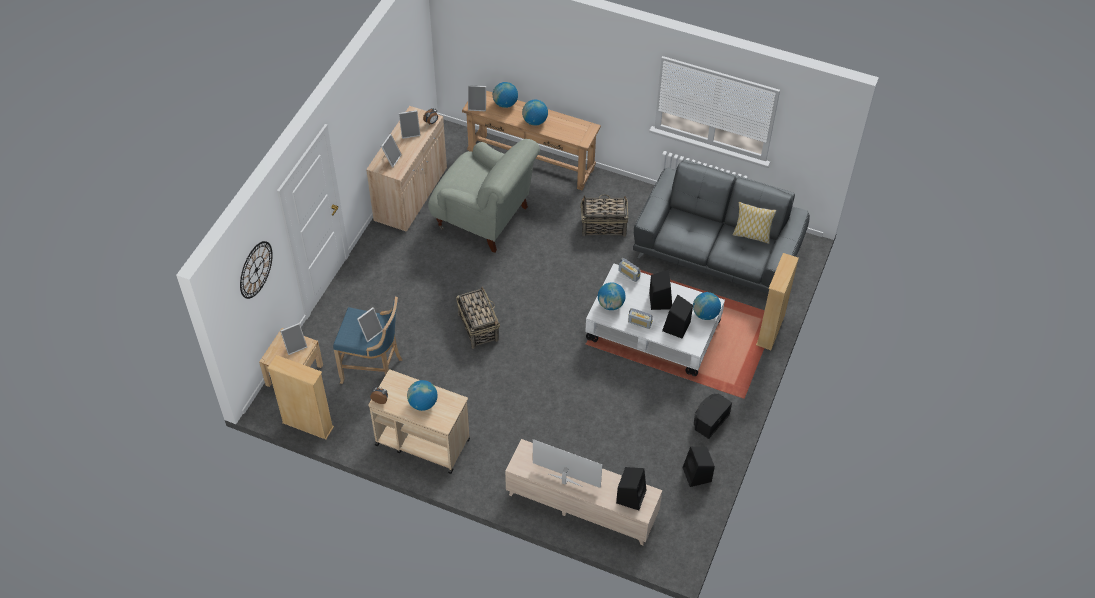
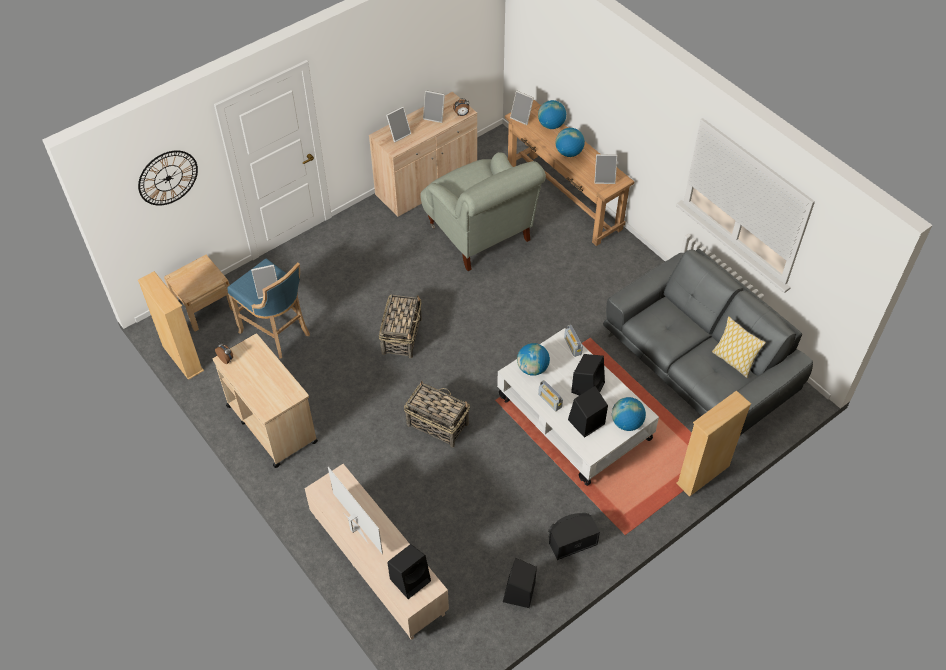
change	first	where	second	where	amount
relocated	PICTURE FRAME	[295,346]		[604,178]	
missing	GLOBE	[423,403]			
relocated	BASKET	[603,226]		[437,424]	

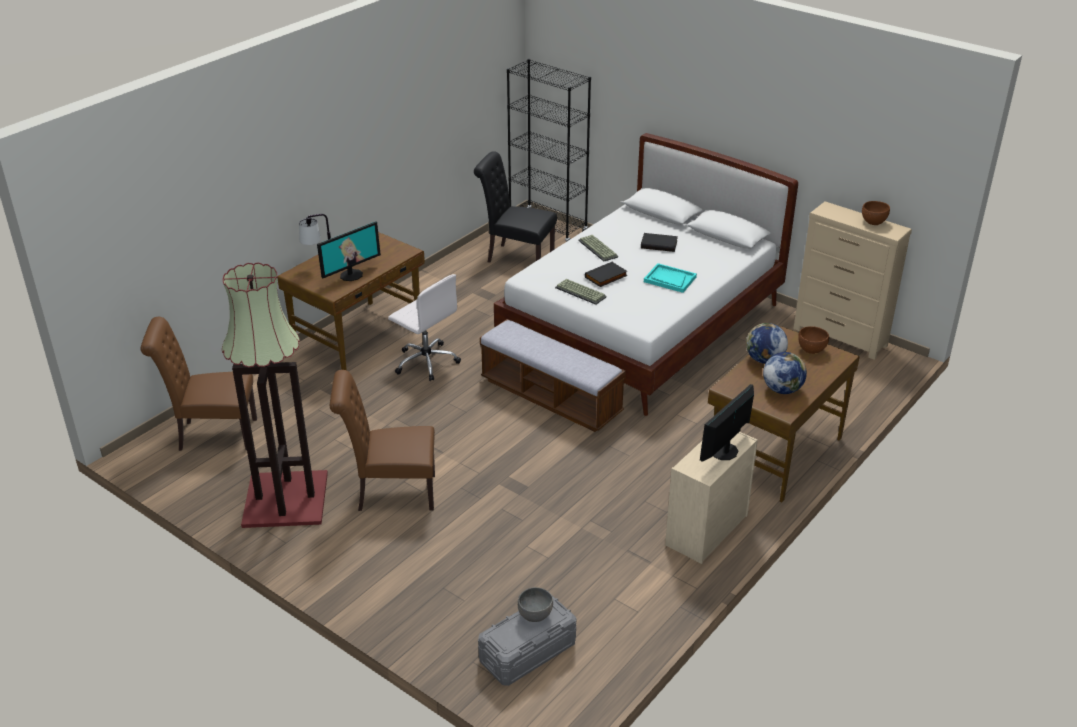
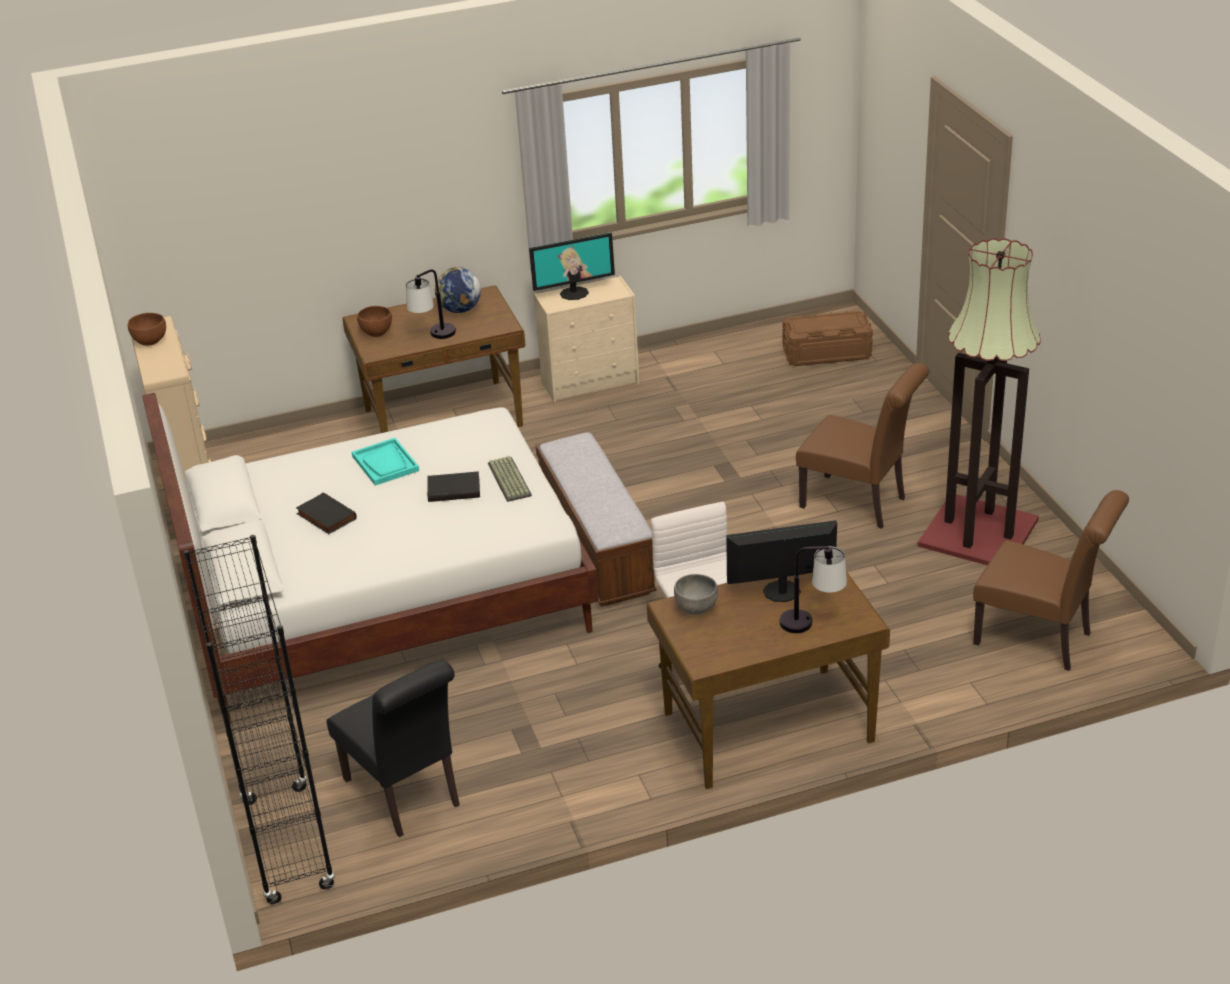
change	first	where	second	where	amount
colour	GREY STORAGE BOX	[528,652]	BROWN STORAGE BOX	[826,353]	
relocated	GREY BOWL	[535,615]		[696,609]	
missing	KEYBOARD	[599,249]			
exchanged	GLOBE	[764,360]	TABLE LAMP	[434,338]	

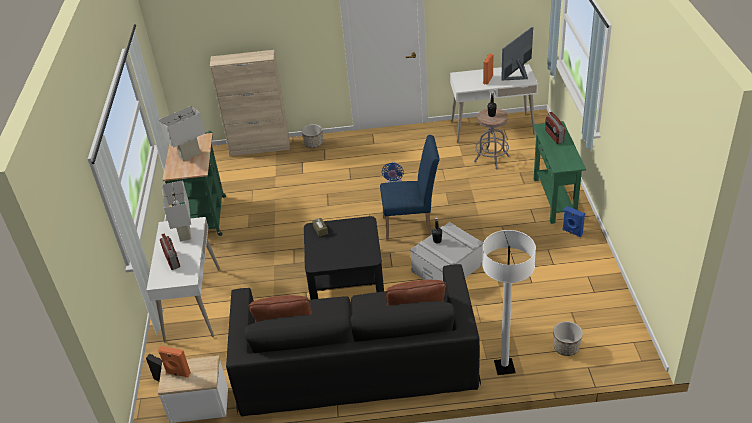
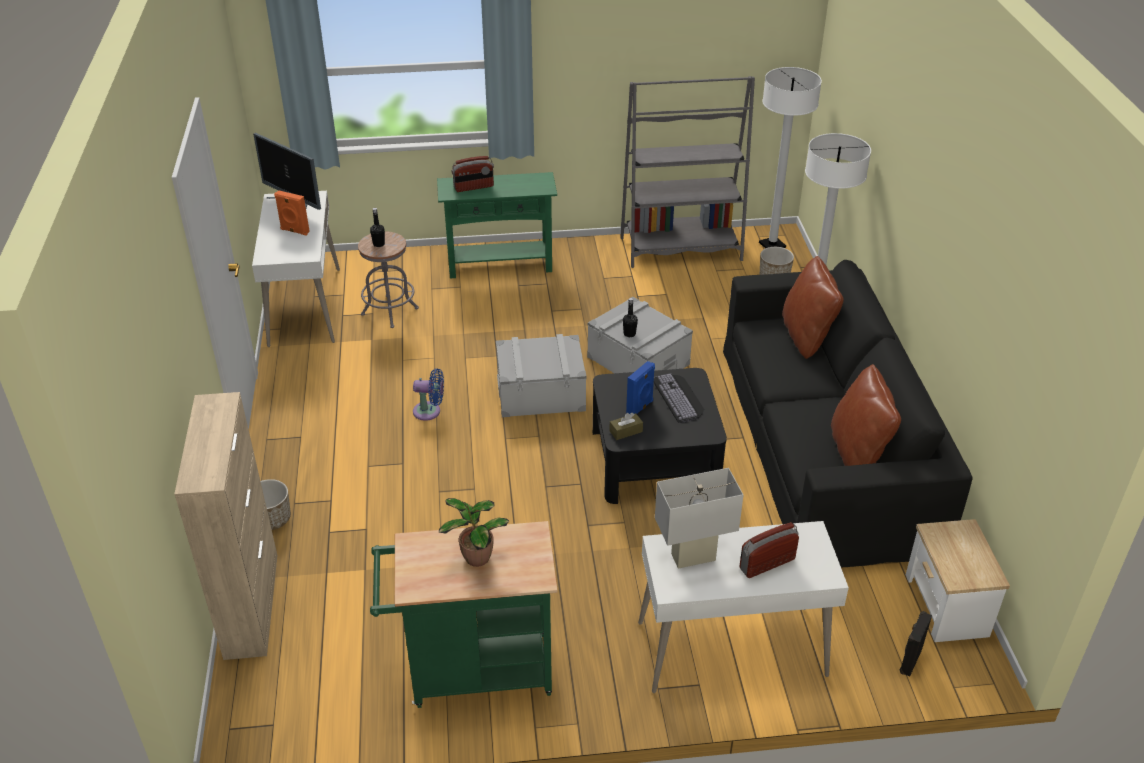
change	first	where	second	where	amount
missing	ORANGE SPEAKER	[178,373]			
exchanged	WHITE TABLE LAMP	[190,155]	POTTED PLANT	[475,557]	
exchanged	BLUE CHAIR	[412,225]	GREY STORAGE BOX	[541,392]	
relocated	BLUE SPEAKER	[572,232]		[640,408]	
appeared			GREY BOOKCASE	[681,249]	
appeared			KEYBOARD	[680,397]	
appeared			WHITE FLOOR LAMP	[772,245]	

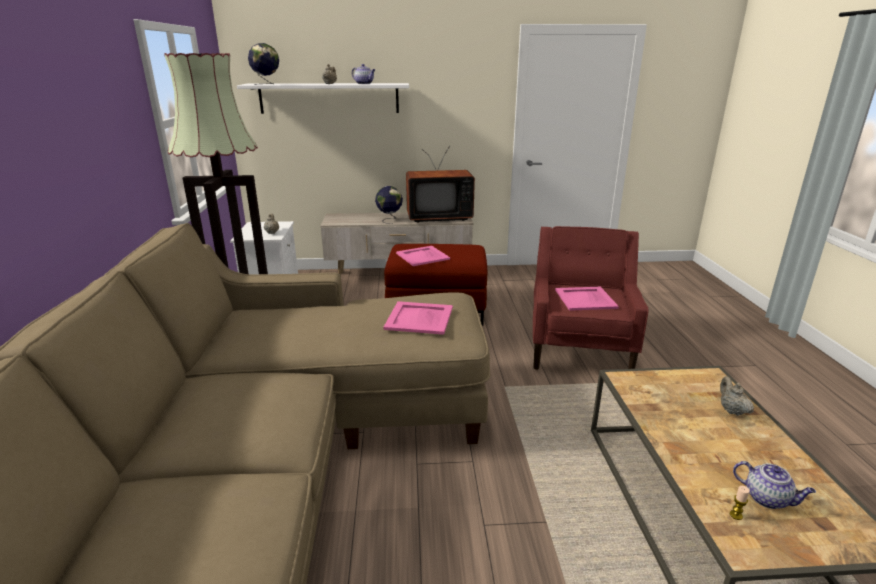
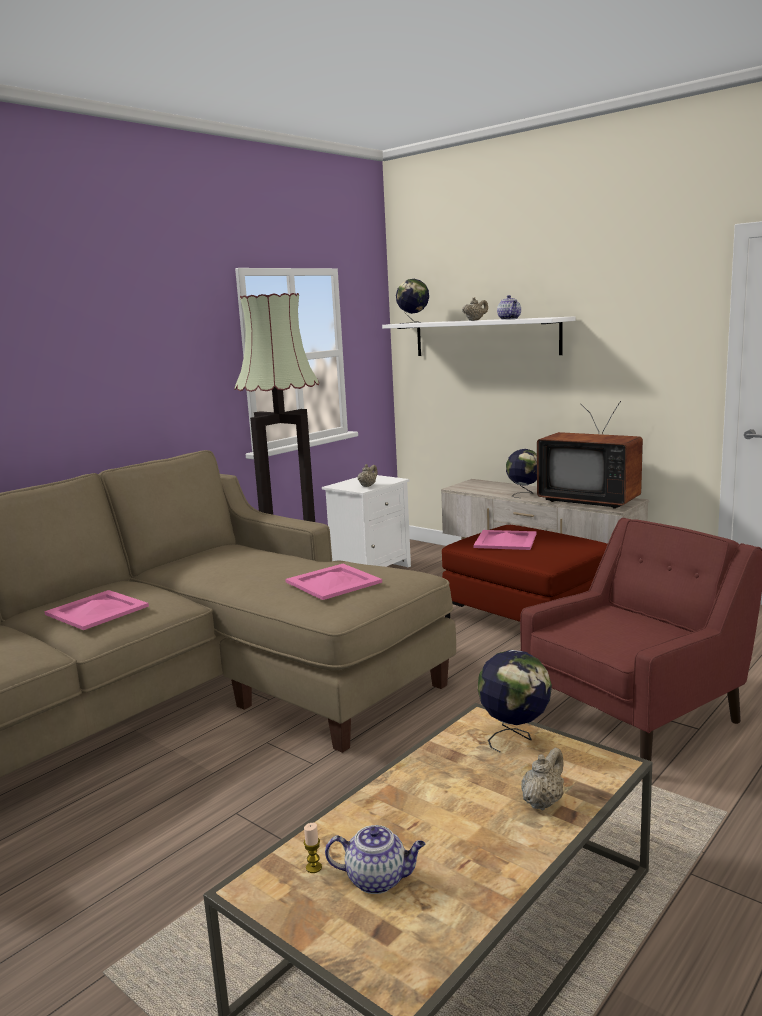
change	first	where	second	where	amount
relocated	PINK TRAY	[585,298]		[98,610]	
spun	TEAPOT	[767,498]		[378,879]	75 degrees counterclockwise
appeared			GLOBE	[515,738]	

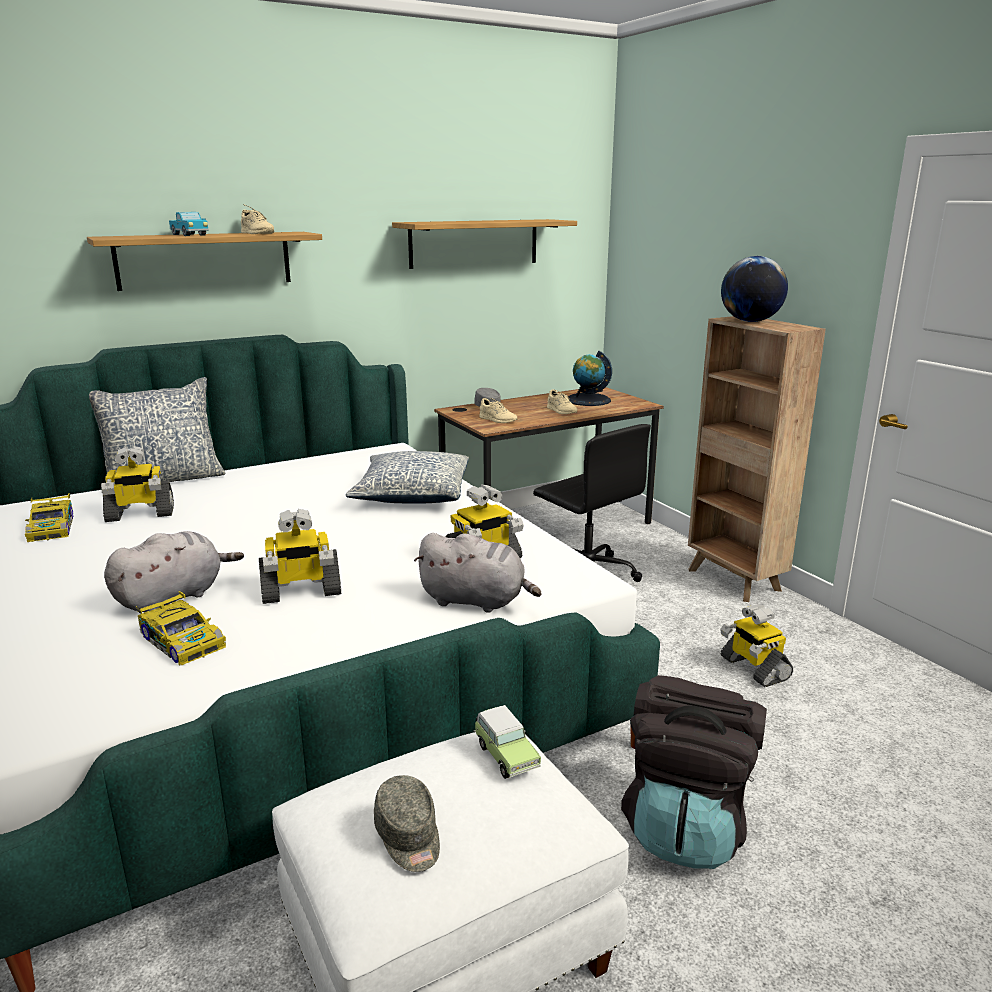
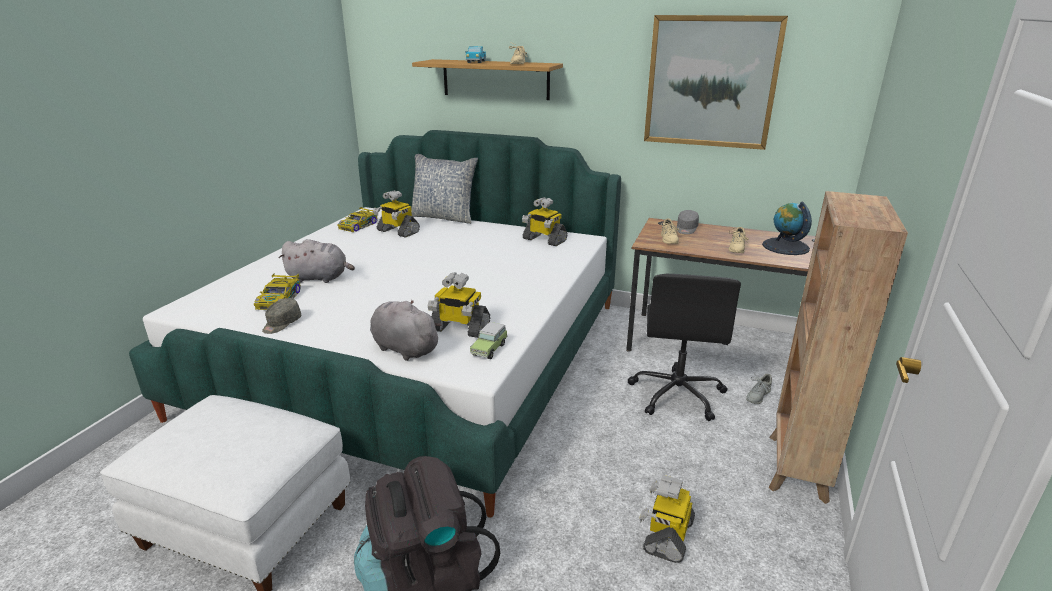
change	first	where	second	where	amount
relocated	TOY ROBOT	[301,591]		[544,240]	
missing	PILLOW	[412,494]			
relocated	GREY CAP	[409,837]		[281,324]	
exchanged	SHELF	[474,243]	PICTURE	[711,82]	
spun	GREY PLUSH TOY	[476,601]		[403,348]	150 degrees clockwise
relocated	TOY CAR	[505,755]		[490,349]	
missing	GLOBE	[750,321]			
appeared			GREY SHOE	[757,396]	

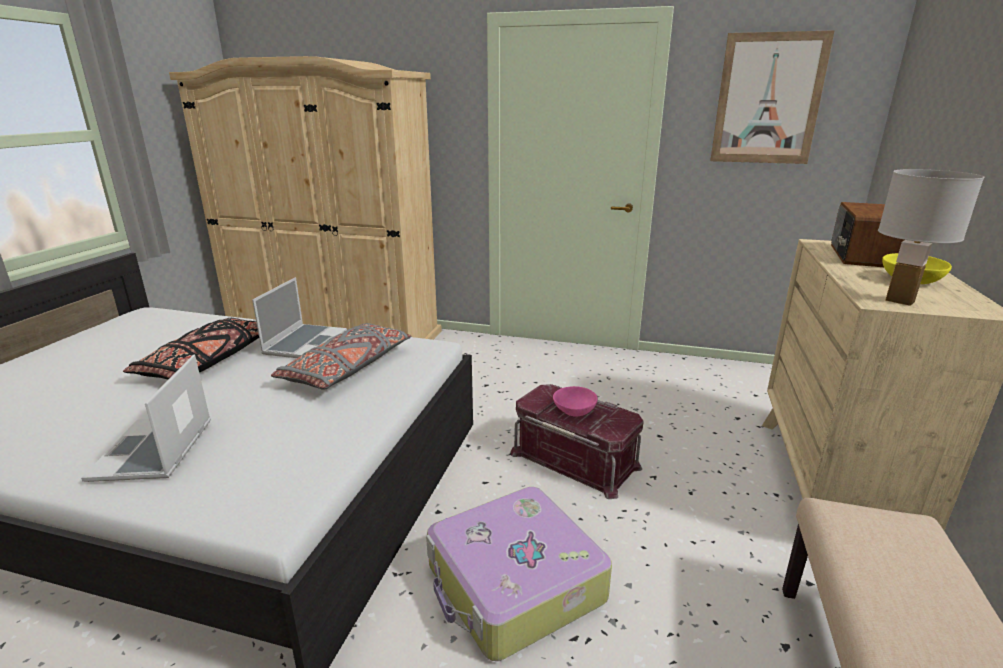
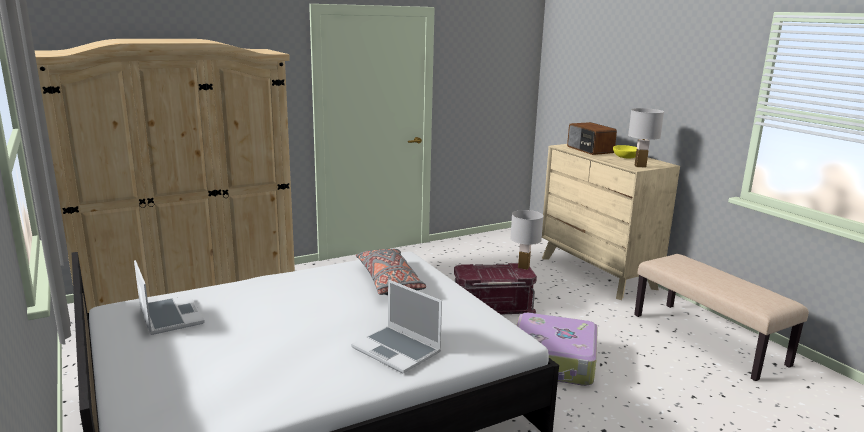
change	first	where	second	where	amount
missing	BLACK PILLOW	[208,362]			
relocated	LAPTOP	[305,343]		[169,316]	
missing	PINK BOWL	[574,411]			
missing	PICTURE	[768,99]			
appeared			WHITE TABLE LAMP	[523,267]	

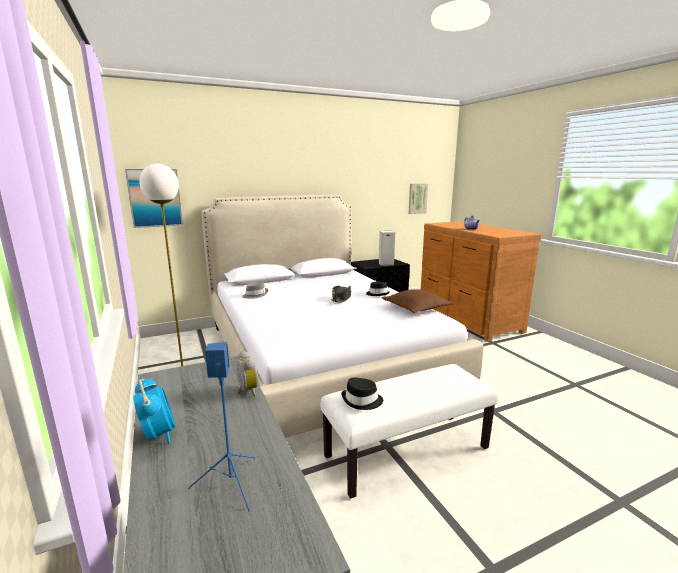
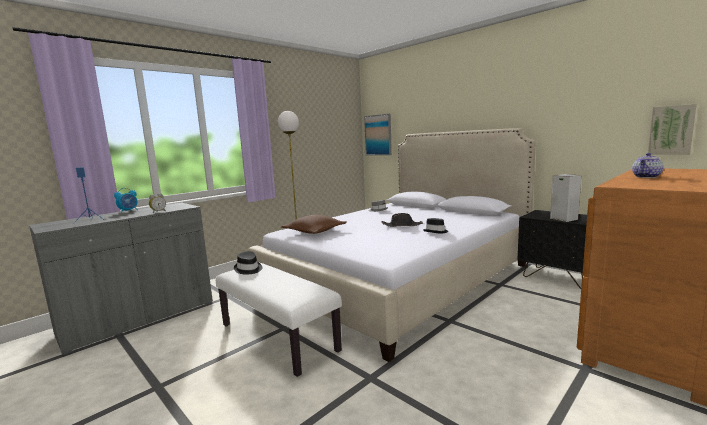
change	first	where	second	where	amount
relocated	BROWN PILLOW	[416,308]		[314,231]	

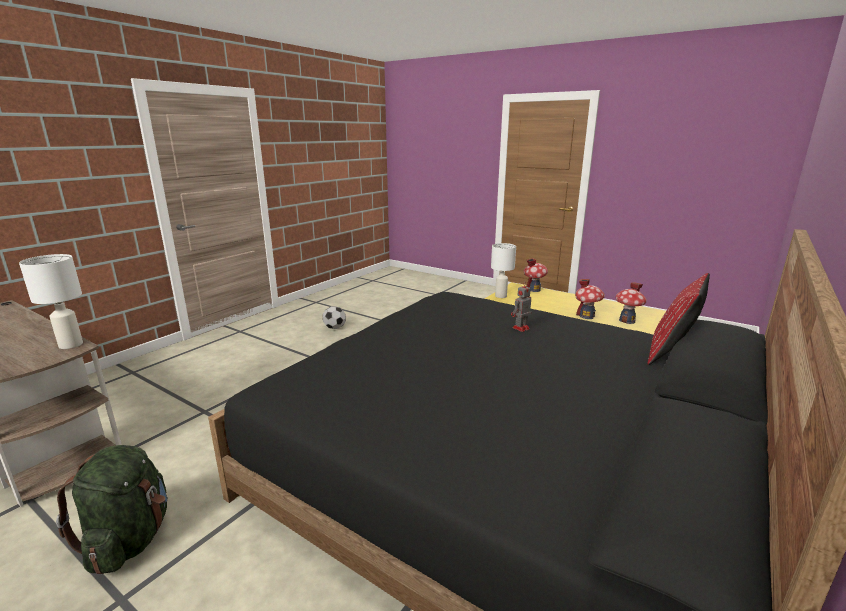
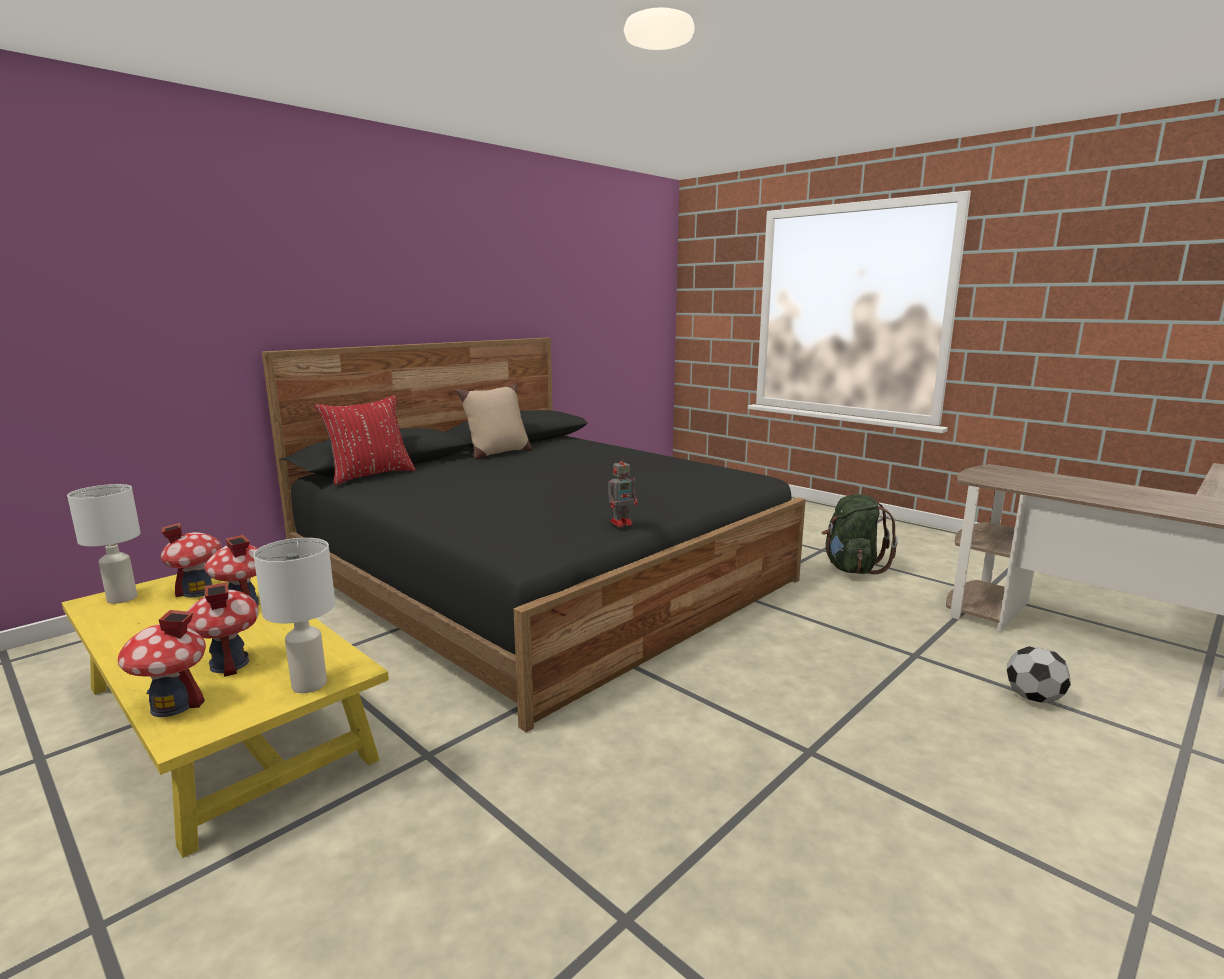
change	first	where	second	where	amount
relocated	WHITE TABLE LAMP	[70,345]		[123,598]	
relocated	FOOTBALL	[335,328]		[1033,698]	
relocated	TOY ROBOT	[520,328]		[622,523]	
appeared			TOY HOUSE	[229,664]	
appeared			BEIGE PILLOW	[497,453]	

